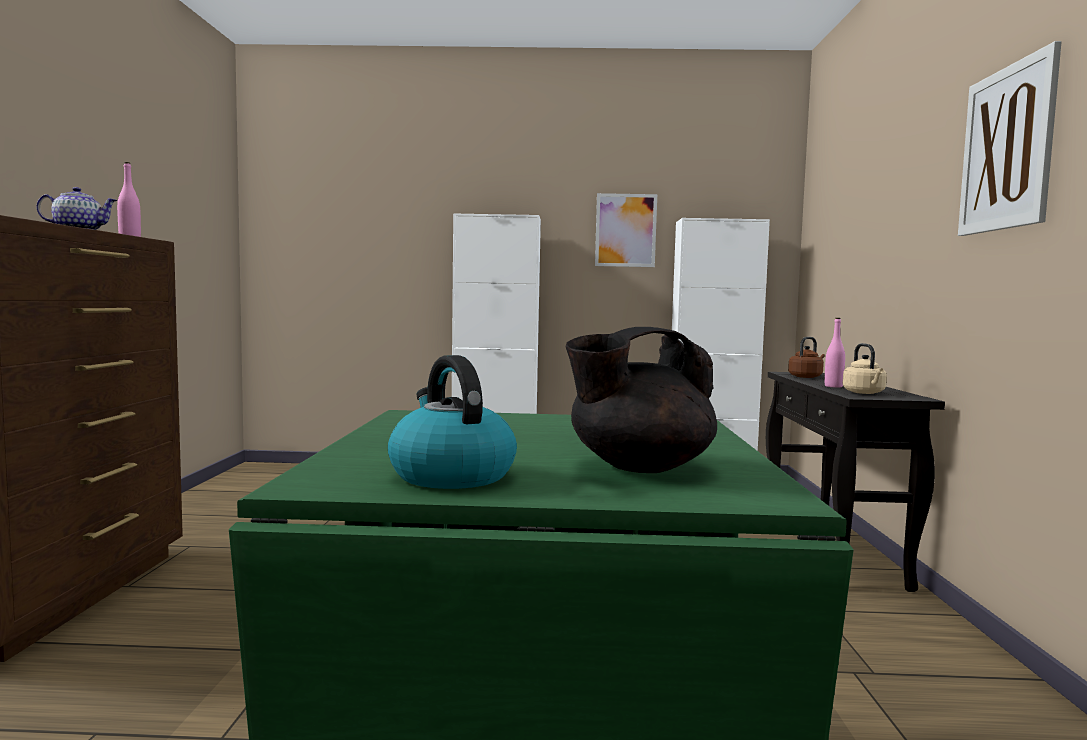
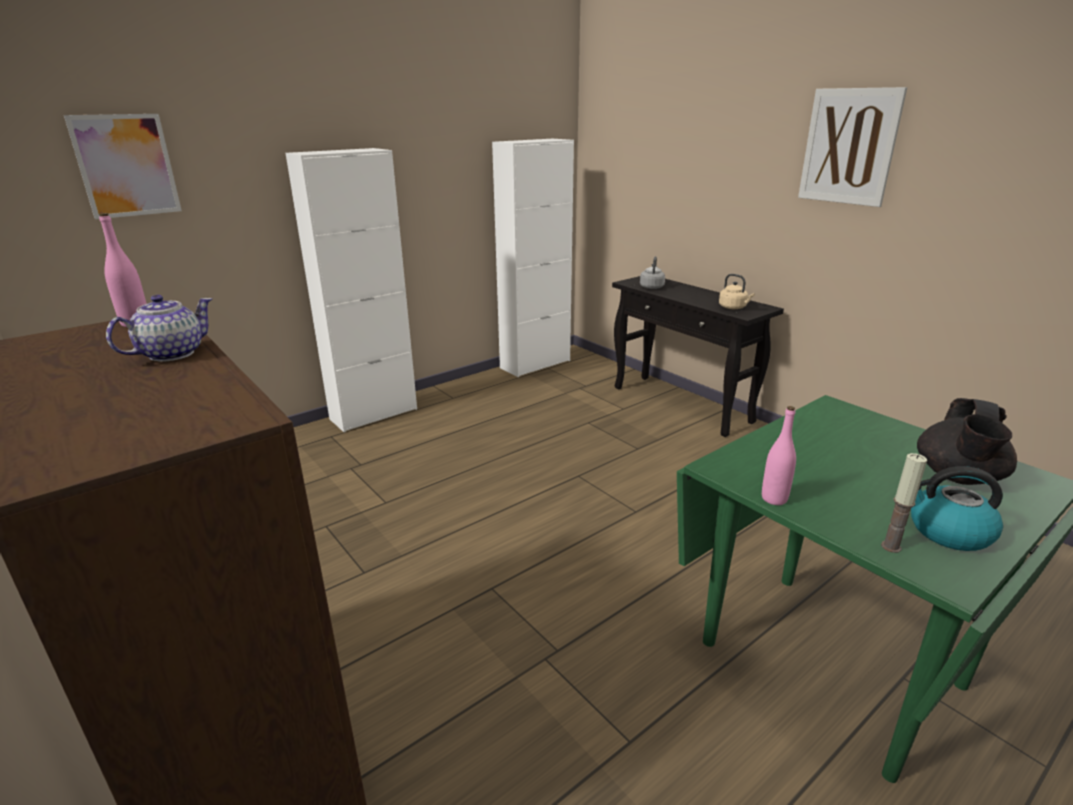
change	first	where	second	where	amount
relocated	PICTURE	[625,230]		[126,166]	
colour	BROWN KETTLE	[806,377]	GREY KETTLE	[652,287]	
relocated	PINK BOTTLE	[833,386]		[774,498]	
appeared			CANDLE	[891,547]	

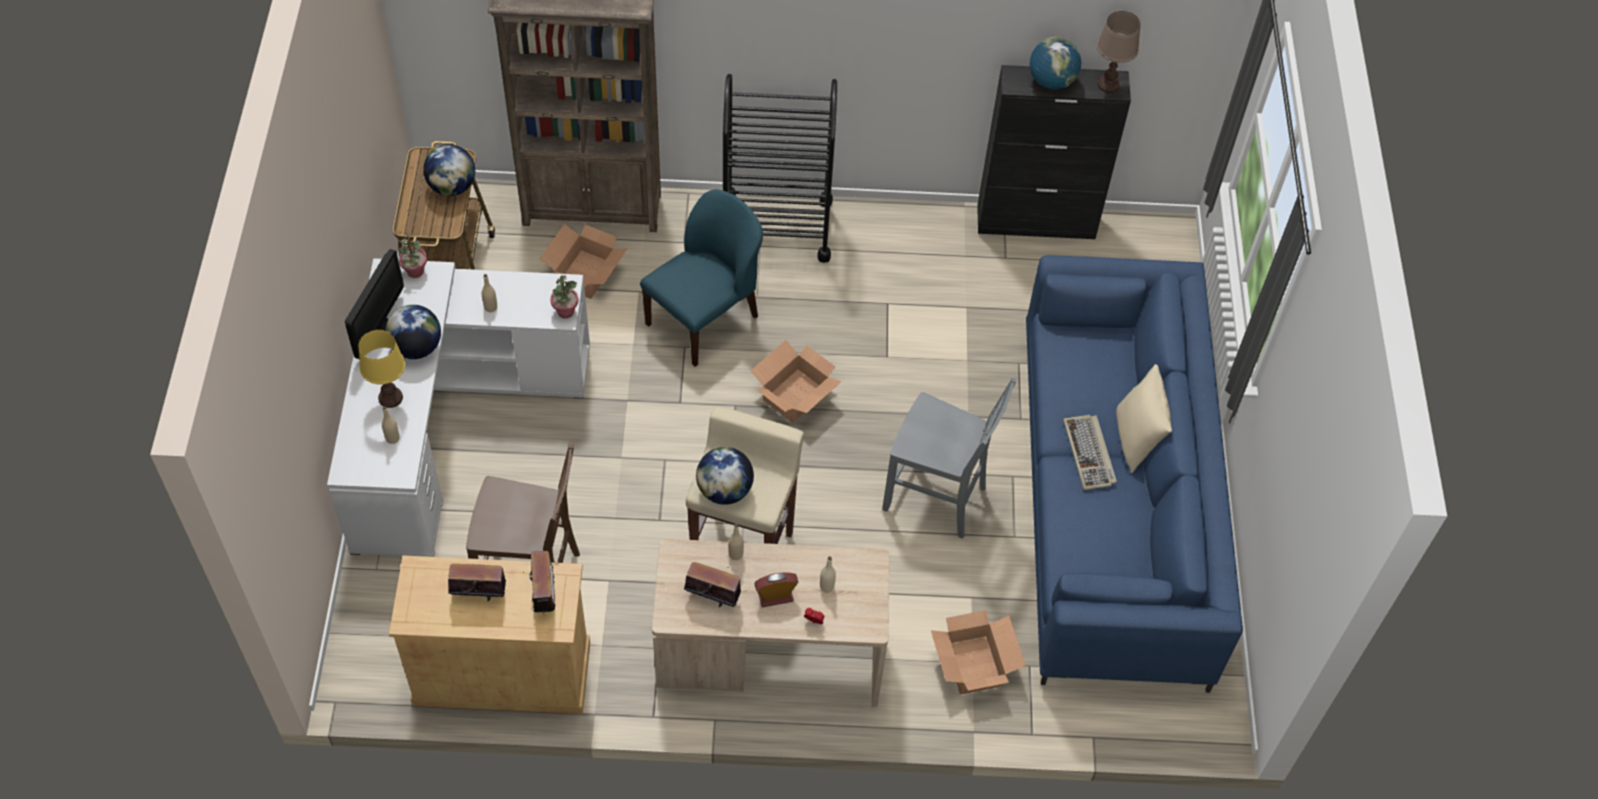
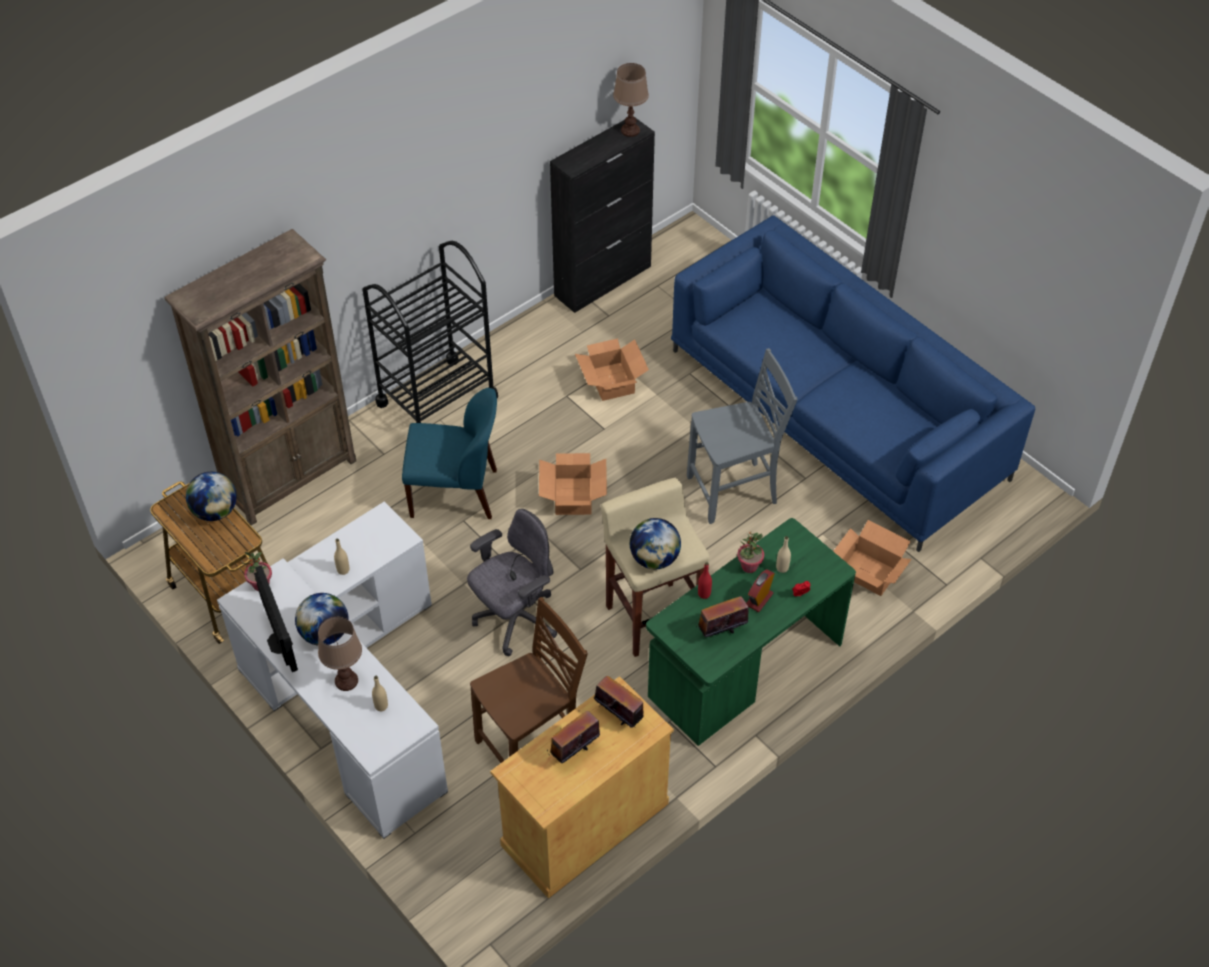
change	first	where	second	where	amount
colour	YELLOW TABLE LAMP	[390,398]	BROWN TABLE LAMP	[346,681]	
relocated	CARDBOARD BOX	[586,274]		[612,381]	
relocated	POTTED PLANT	[565,311]		[749,566]	
spun	BLUE CHAIR	[704,319]		[456,493]	90 degrees clockwise
colour	BEIGE DESK	[769,657]	GREEN DESK	[744,669]	
colour	BEIGE BOTTLE	[735,554]	RED BOTTLE	[704,594]	
missing	GLOBE	[1051,81]			
missing	KEYBOARD	[1090,454]			
missing	BEIGE PILLOW	[1136,439]			
appeared			GREY OFFICE CHAIR	[515,620]	

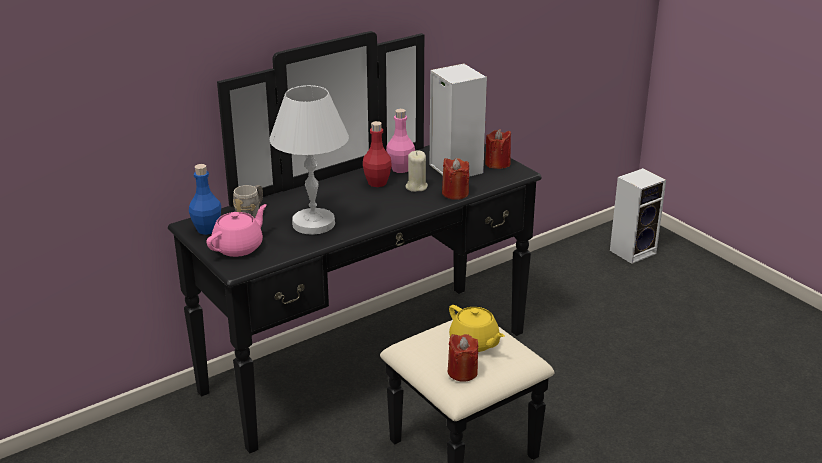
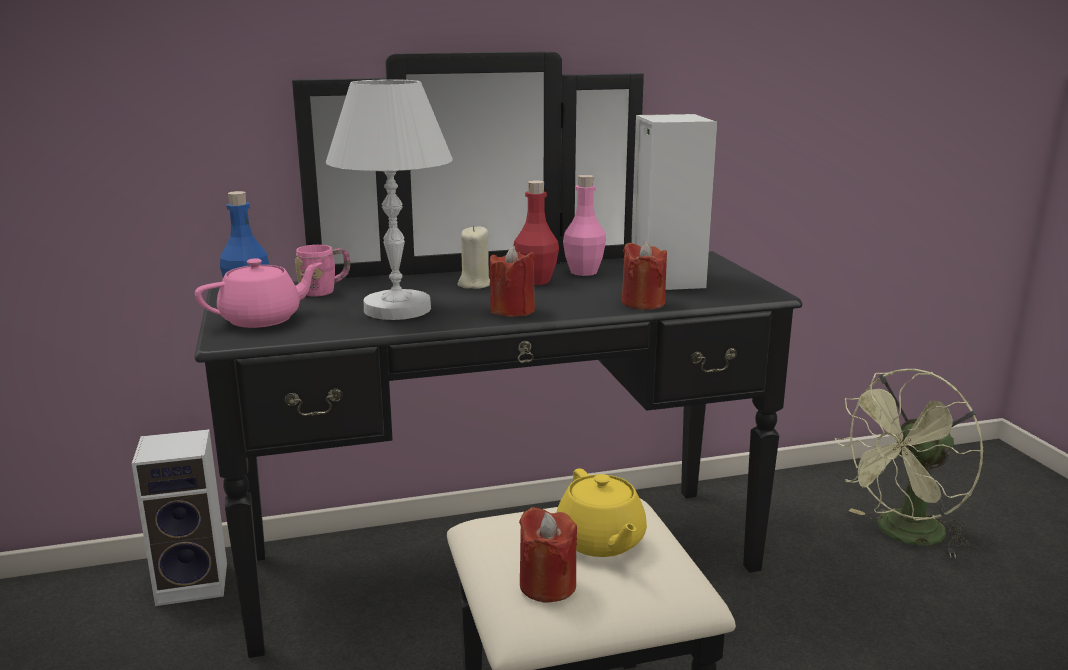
change	first	where	second	where	amount
colour	GREY MUG	[251,214]	PINK MUG	[325,290]	
relocated	BEIGE CANDLE	[416,186]		[474,284]	
relocated	RED CANDLE	[497,163]		[512,310]	
relocated	SPEAKER	[633,251]		[196,582]	
appeared			GREEN FAN	[902,535]	

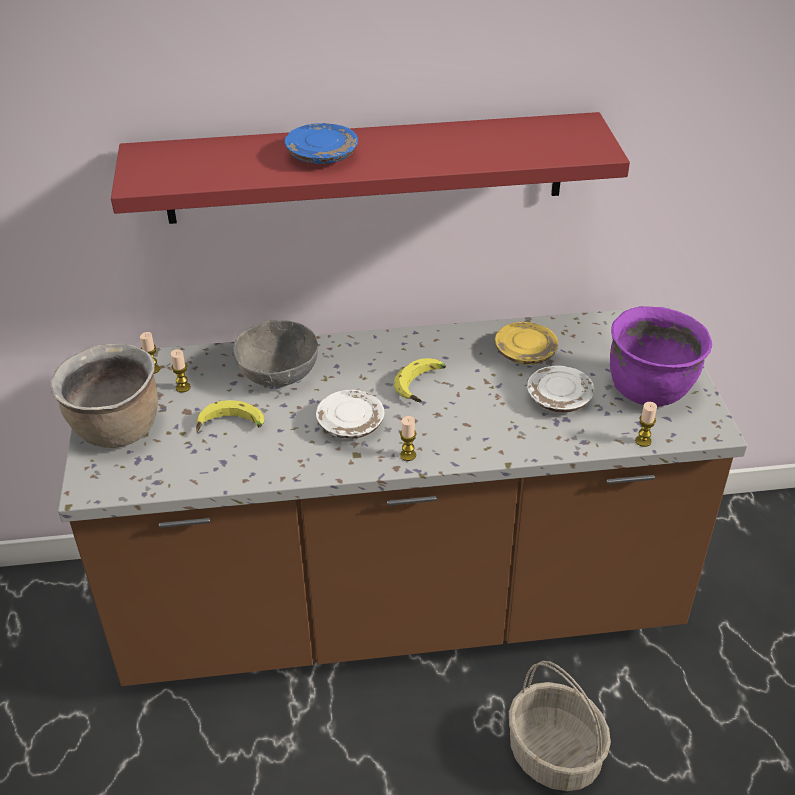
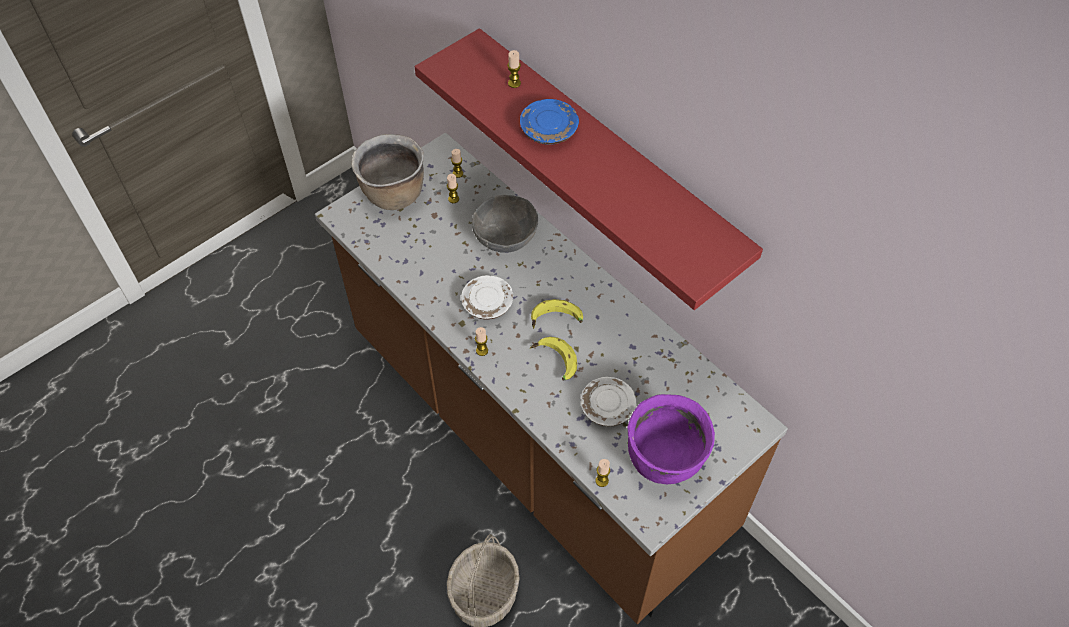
change	first	where	second	where	amount
relocated	BANANA	[230,427]		[554,362]	
missing	YELLOW PLATE	[525,352]			
appeared			CANDLE	[514,83]	

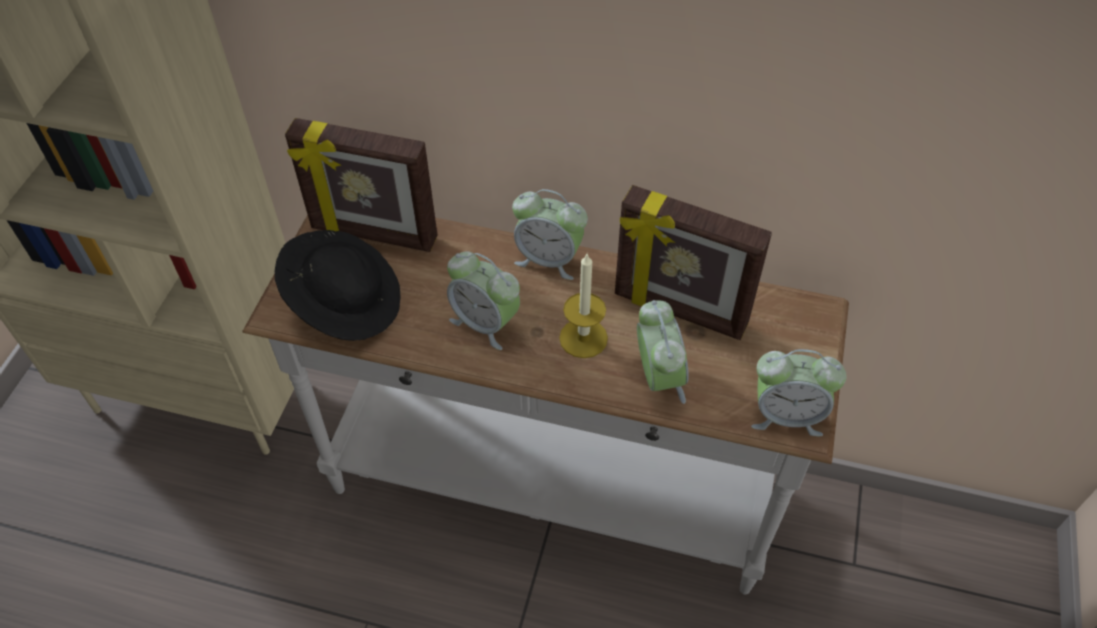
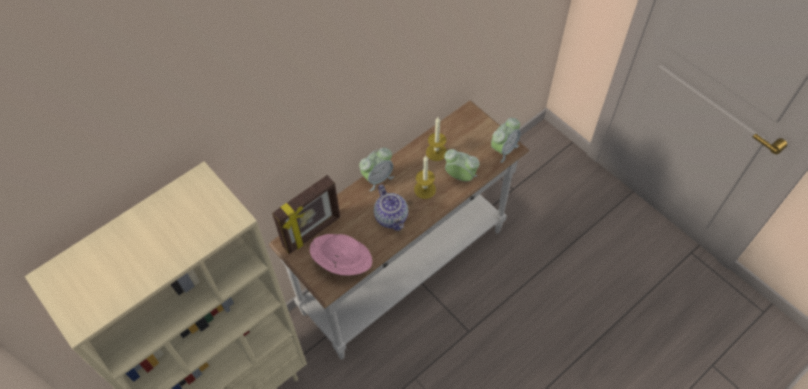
change	first	where	second	where	amount
colour	BLACK HAT	[345,302]	PINK HAT	[341,261]	
exchanged	ALARM CLOCK	[485,323]	TEAPOT	[392,217]	
exchanged	PICTURE FRAME	[679,311]	CANDLE	[436,152]	

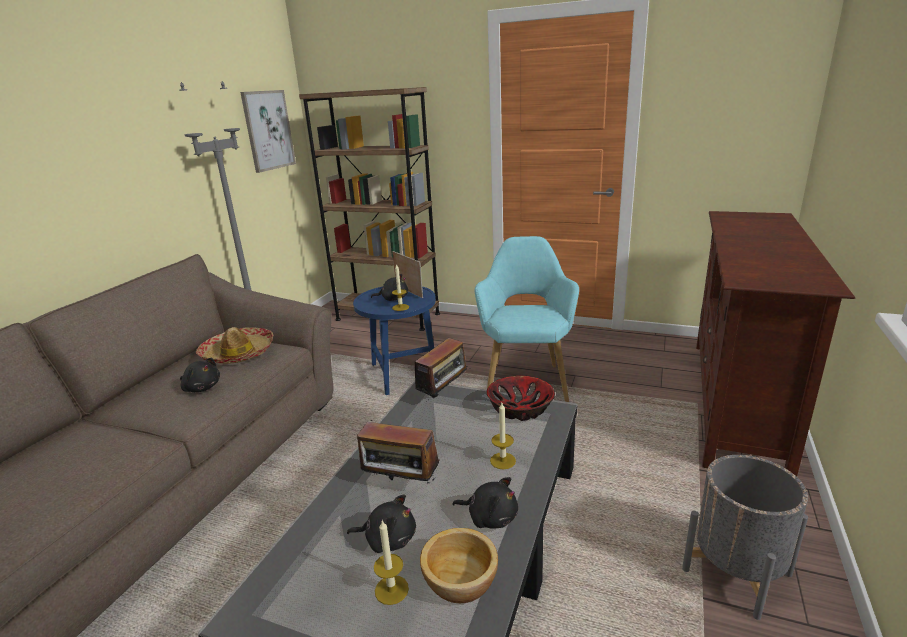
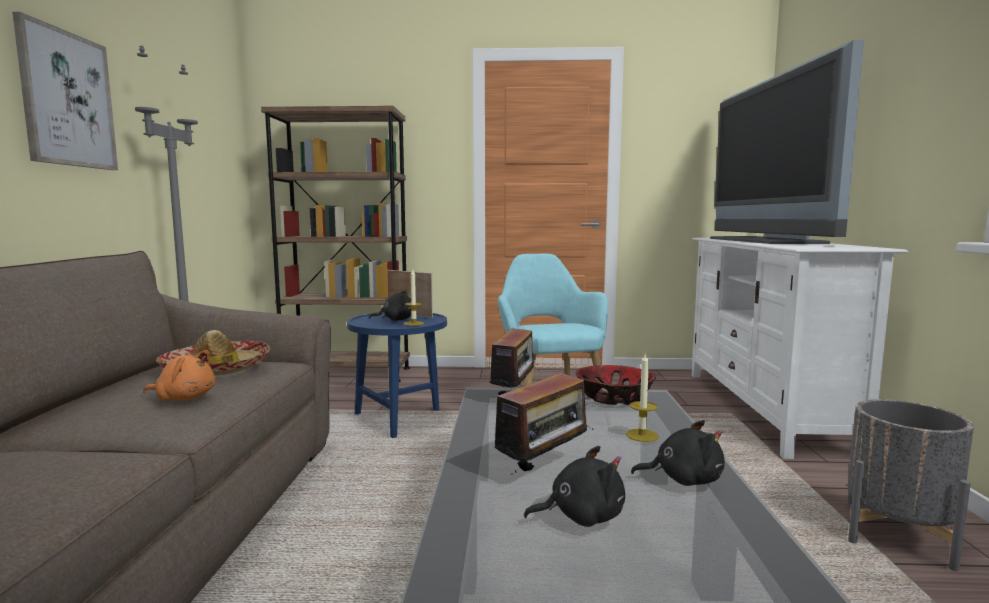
change	first	where	second	where	amount
colour	BLACK PLUSH TOY	[202,388]	ORANGE PLUSH TOY	[184,398]	
relocated	PICTURE	[268,130]		[67,99]	
spun	RADIO	[401,485]		[544,468]	45 degrees counterclockwise
missing	CANDLE	[391,590]			
missing	BOWL	[462,580]			
colour	BROWN TV STAND	[736,402]	WHITE TV STAND	[764,409]	
appeared			TELEVISION	[763,241]	

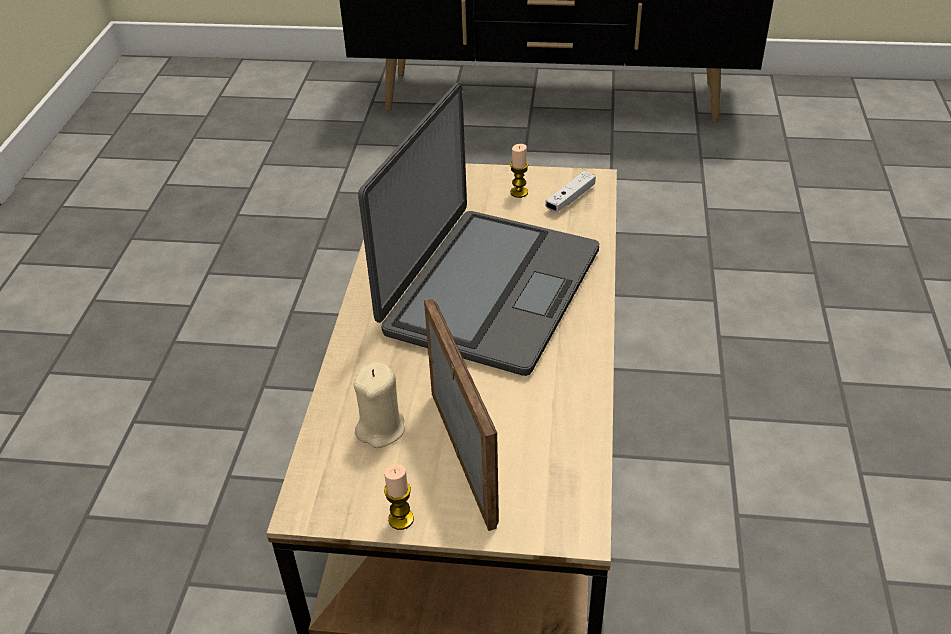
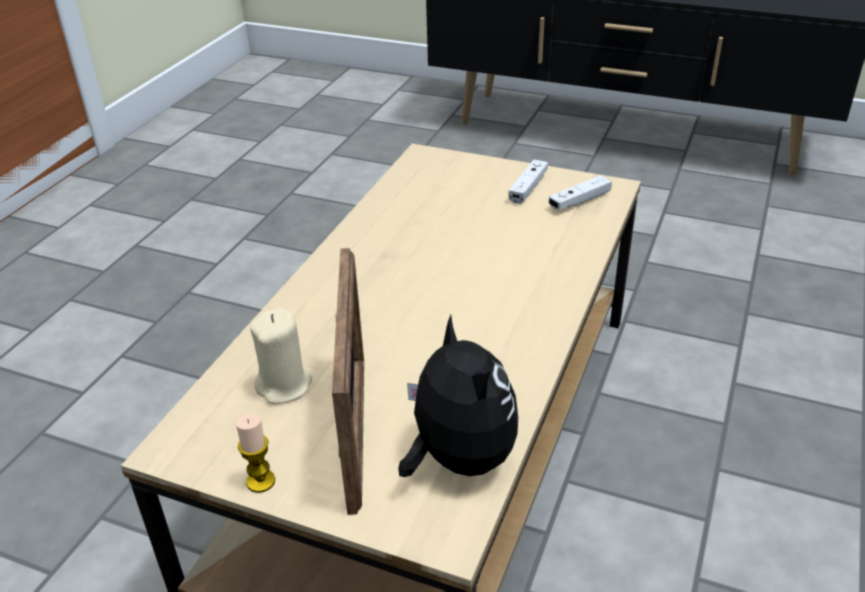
change	first	where	second	where	amount
missing	LAPTOP	[489,290]			
exchanged	CANDLE	[519,192]	WHITE GAME CONTROLLER	[528,188]	
appeared			PLUSH TOY	[458,458]	

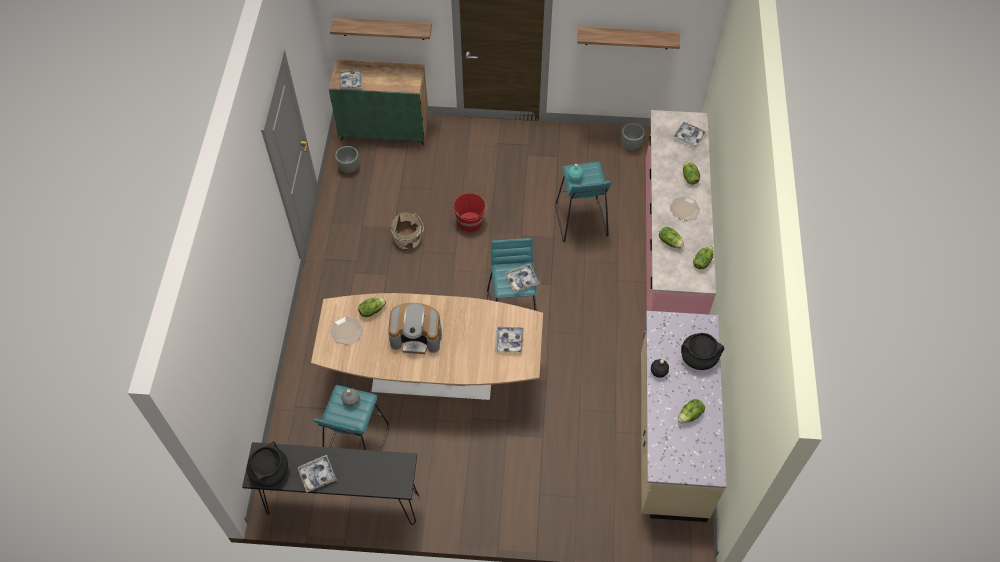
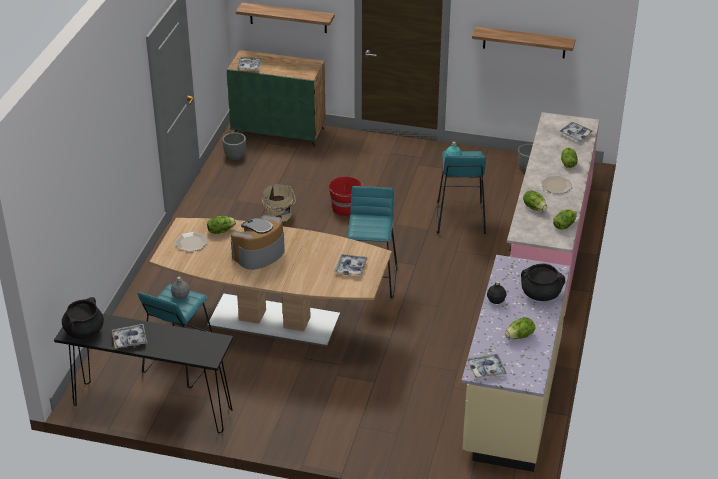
change	first	where	second	where	amount
spun	COFFEE MACHINE	[416,336]		[259,254]	120 degrees clockwise
relocated	TRAY	[522,280]		[486,369]	

